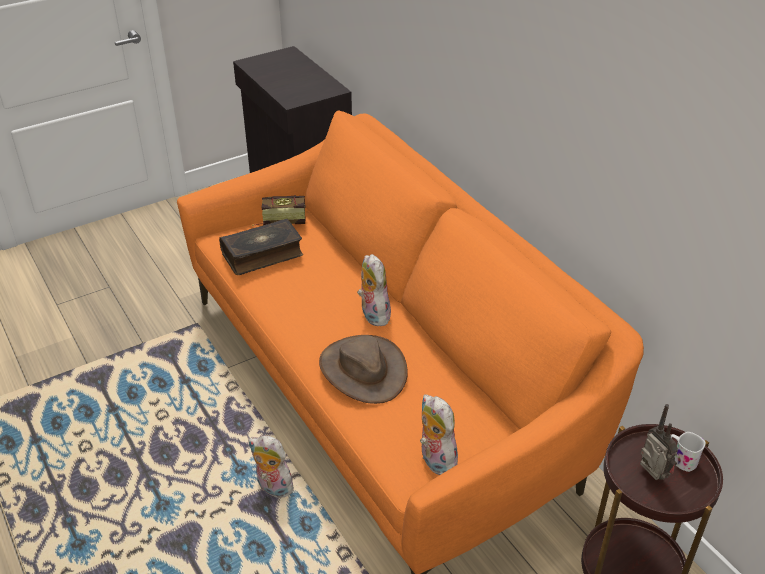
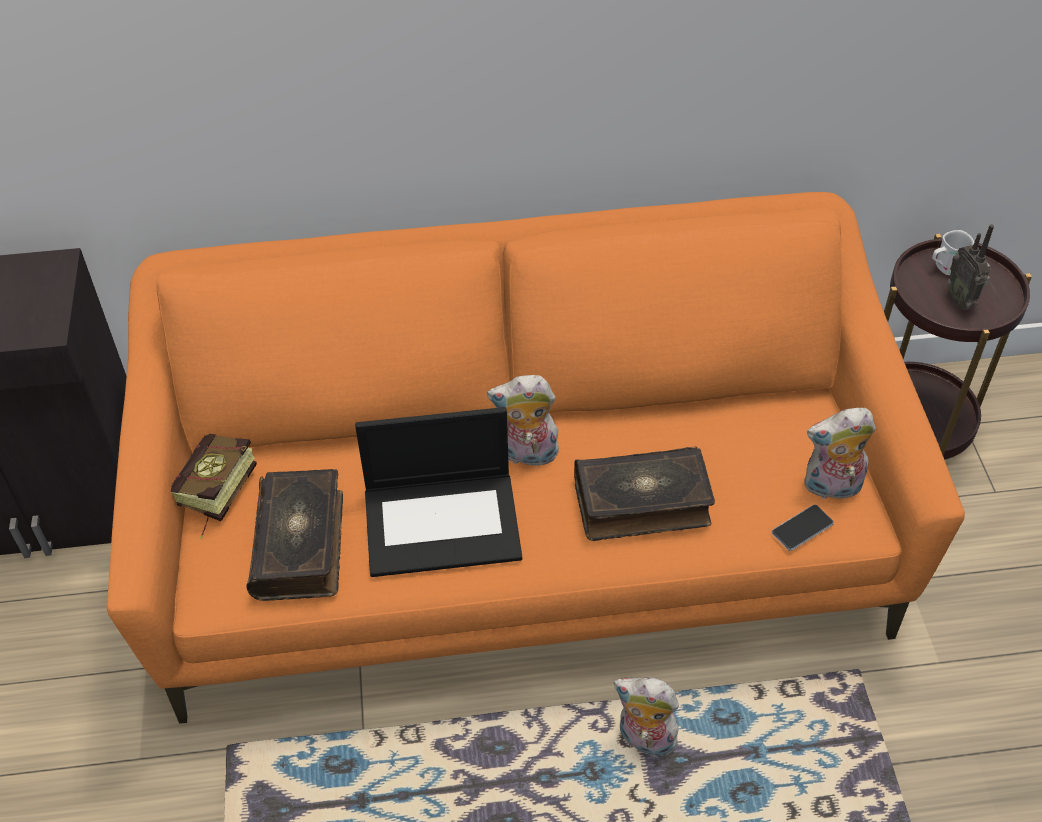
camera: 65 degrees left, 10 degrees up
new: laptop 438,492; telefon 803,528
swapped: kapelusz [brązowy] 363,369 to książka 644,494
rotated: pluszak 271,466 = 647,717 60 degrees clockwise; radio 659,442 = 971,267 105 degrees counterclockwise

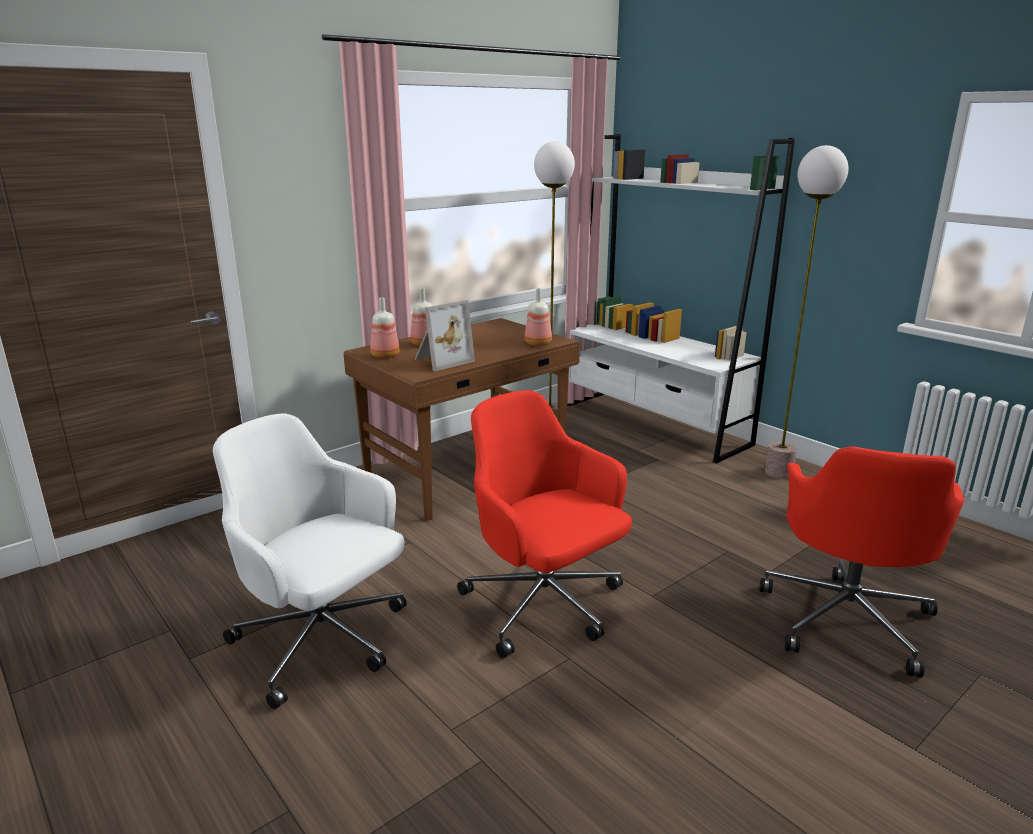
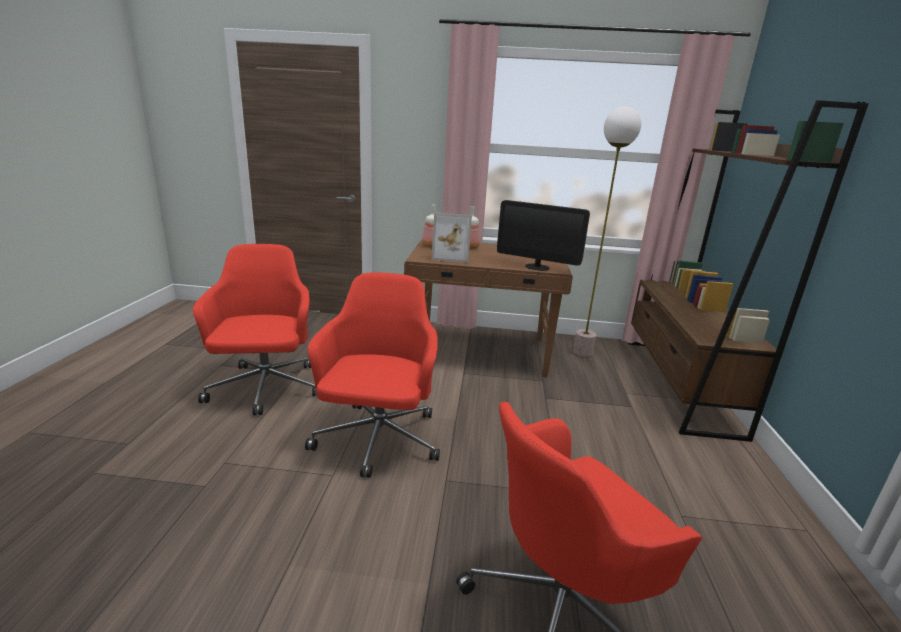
camera: 45 degrees right, 0 degrees up
gone: lampa stojąca 806,312
swapped: butelka 538,317 to monitor 543,235
repainted: krzesło biurowe [biały] 310,561 to krzesło biurowe [czerwony] 255,329; regał [biały] 681,299 to regał [brązowy] 748,271

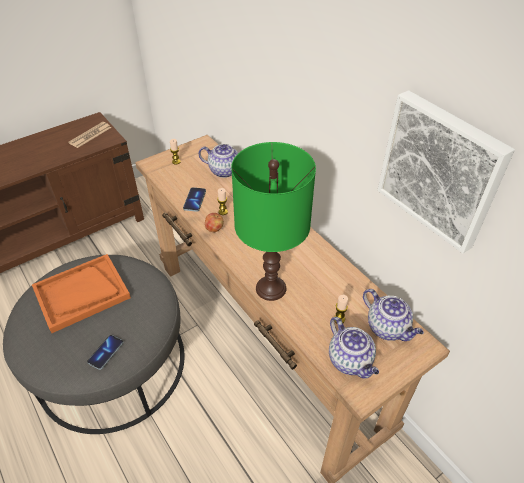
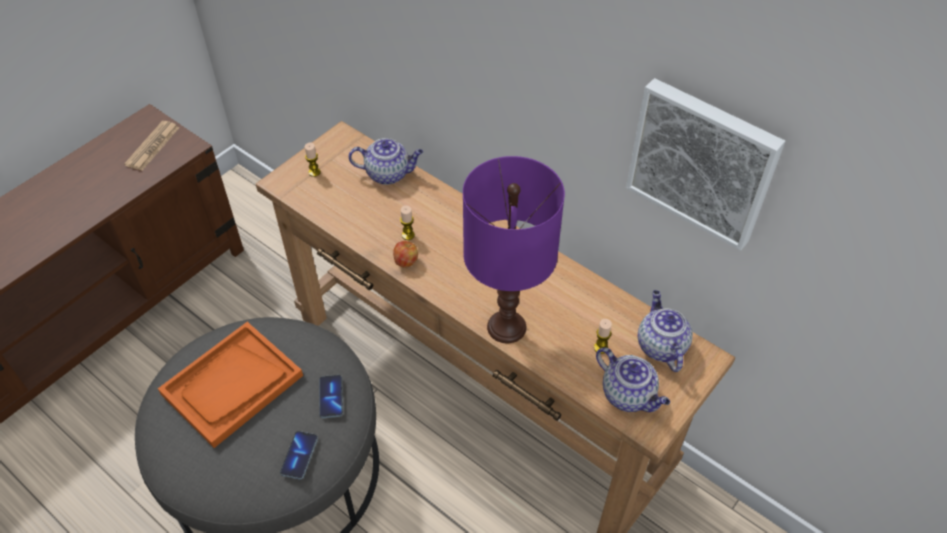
camera: 15 degrees left, 5 degrees up
shifted: telefon 194,199 to 331,396
repainted: lampa stołowa [zielony] 273,221 to lampa stołowa [fioletowy] 514,249
rotated: imbryk 393,315 = 665,331 135 degrees counterclockwise

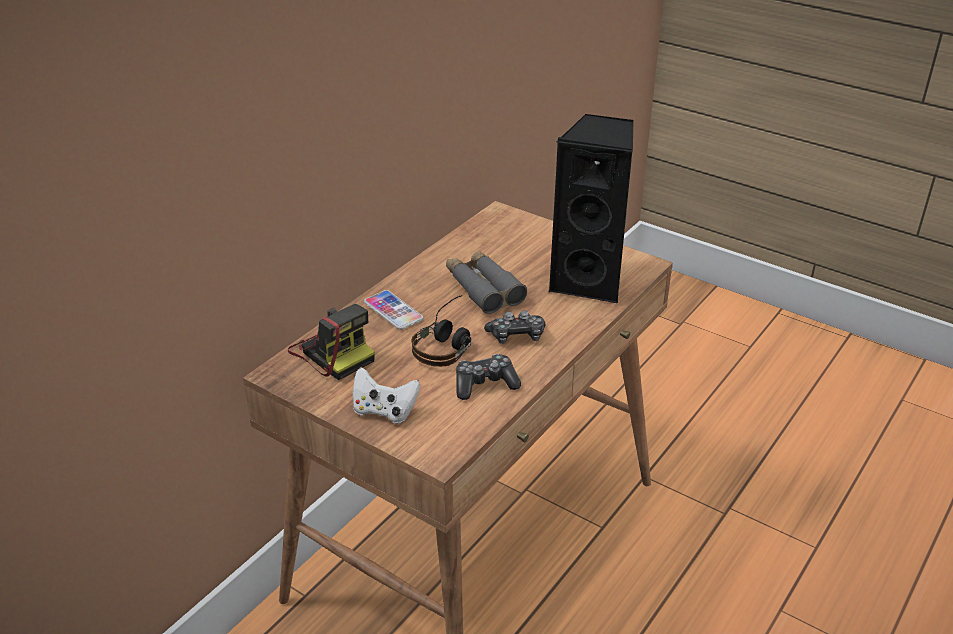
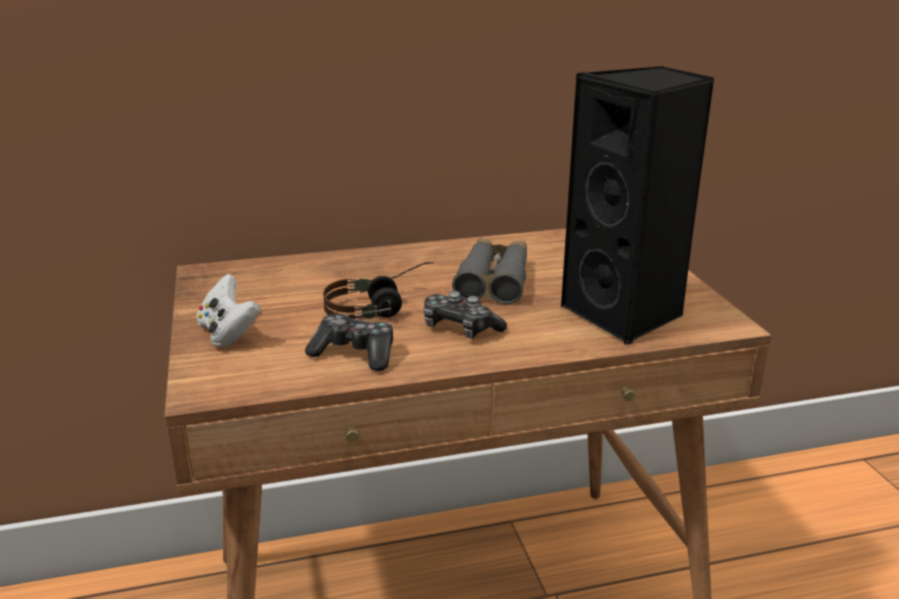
camera: 40 degrees right, 10 degrees down
gone: aparat fotograficzny 331,342; telefon 393,310

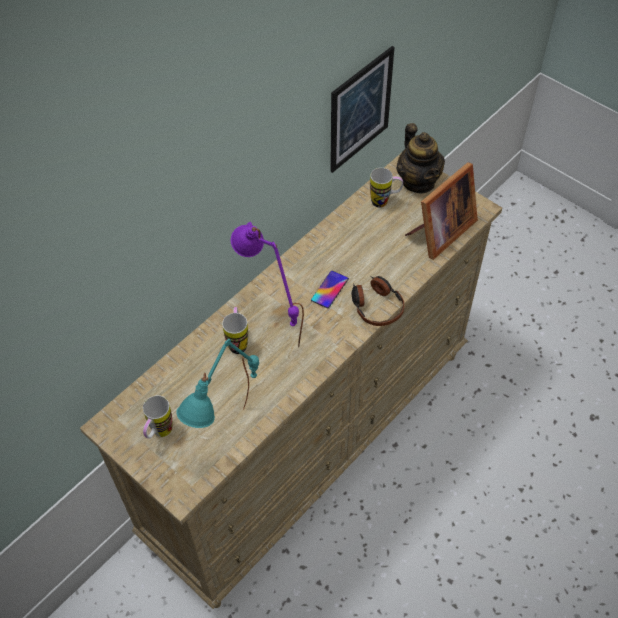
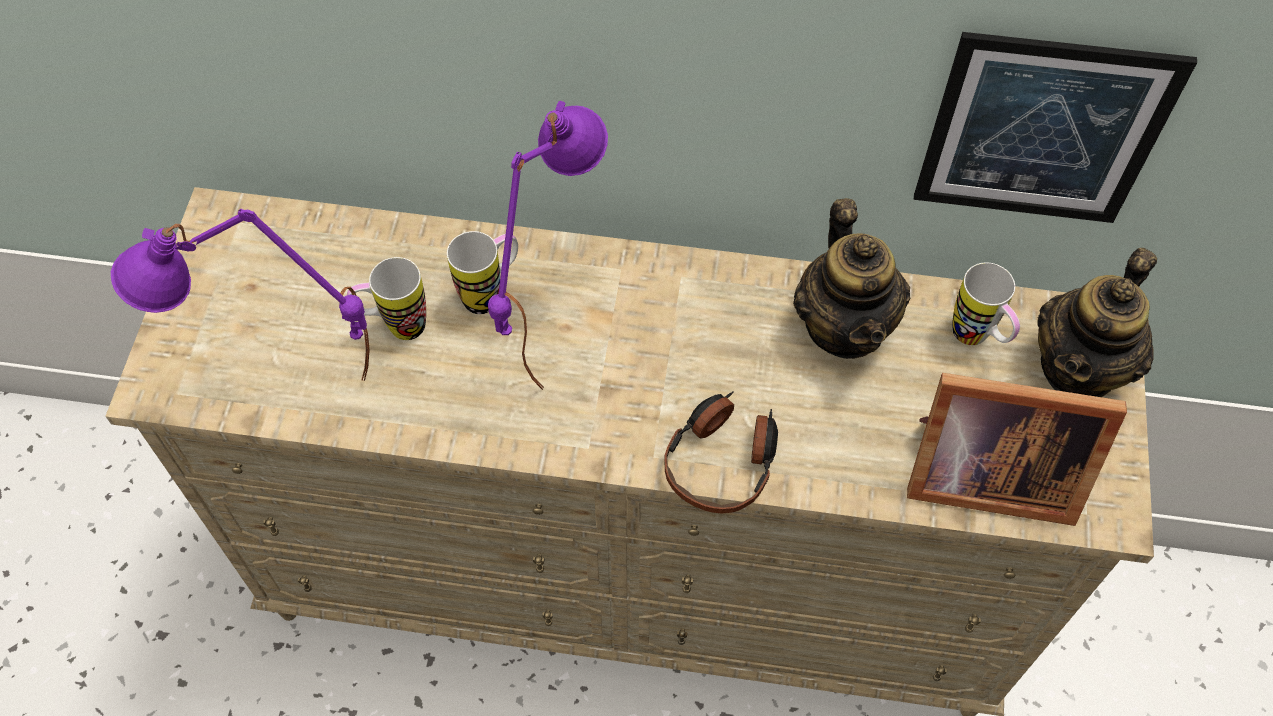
camera: 55 degrees right, 5 degrees up
gone: telefon 330,289
new: imbryk 851,278
shifted: kubek 157,417 to 386,298
repainted: lampa stołowa [turkusowy] 217,383 to lampa stołowa [fioletowy] 240,295

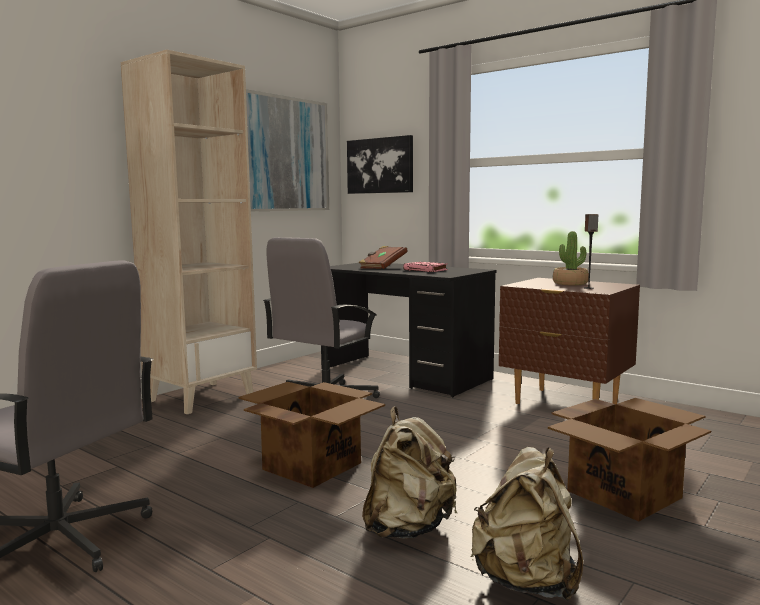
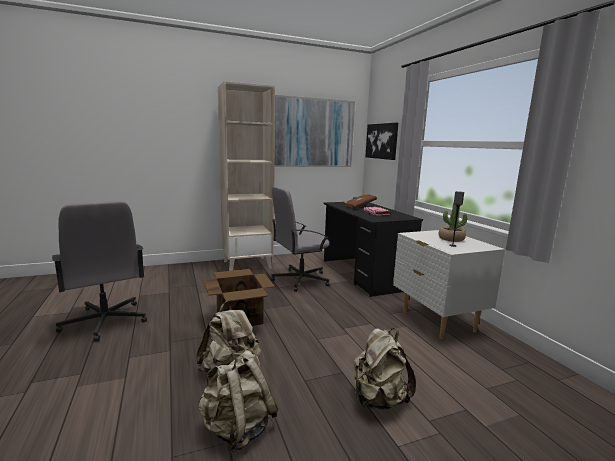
camera: 30 degrees right, 5 degrees up
swapped: karton 629,459 to plecak [beżowy] 385,369
repainted: szafka nocna [brązowy] 569,341 to szafka nocna [biały] 449,284

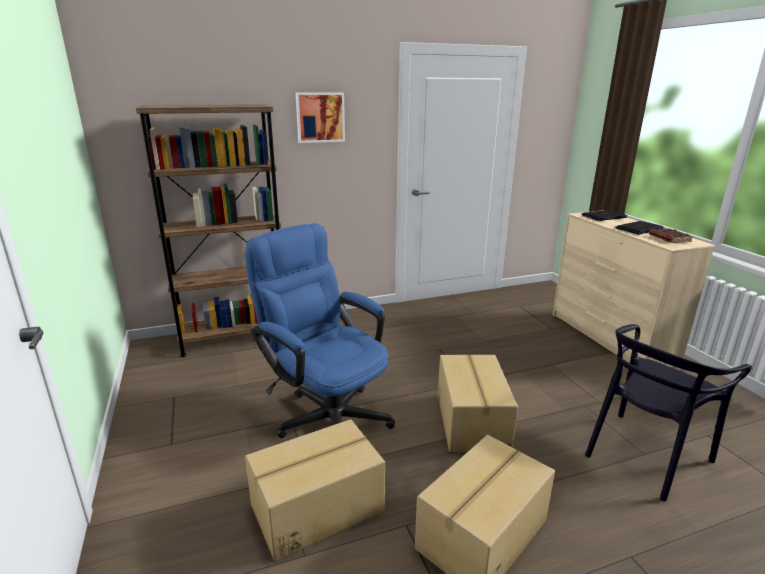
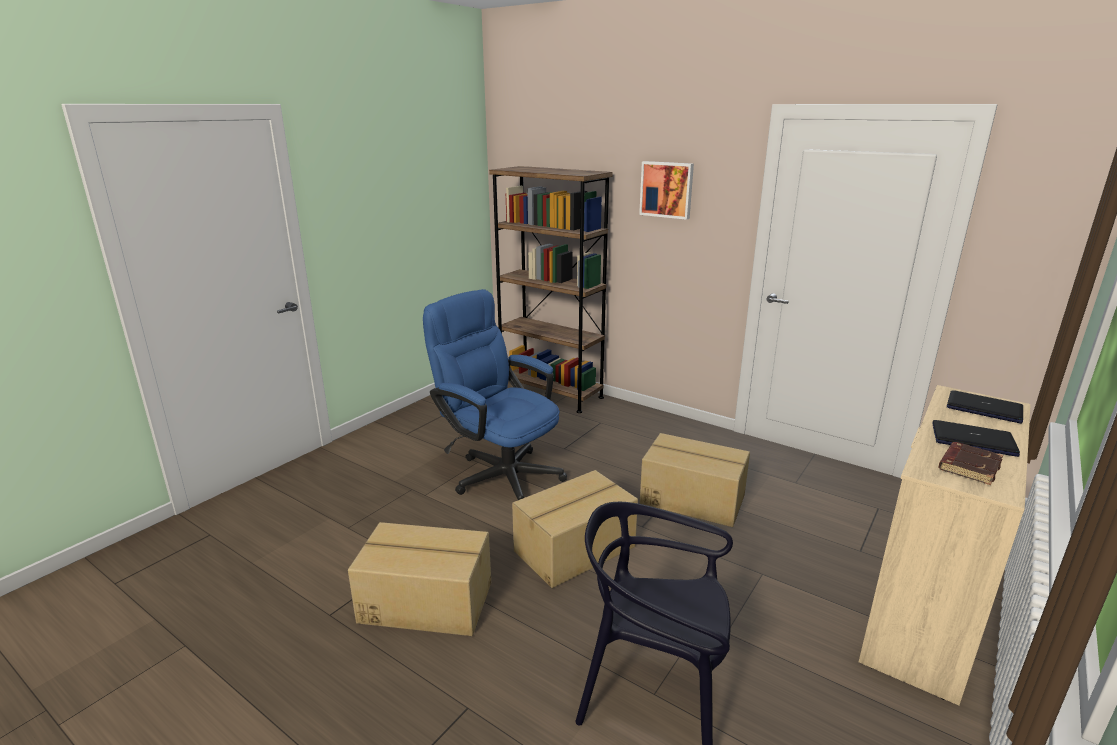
camera: 55 degrees right, 0 degrees up
shifted: karton 315,490 to 695,480
rotated: krzesło biurowe [niebieski] 320,330 = 495,395 60 degrees counterclockwise

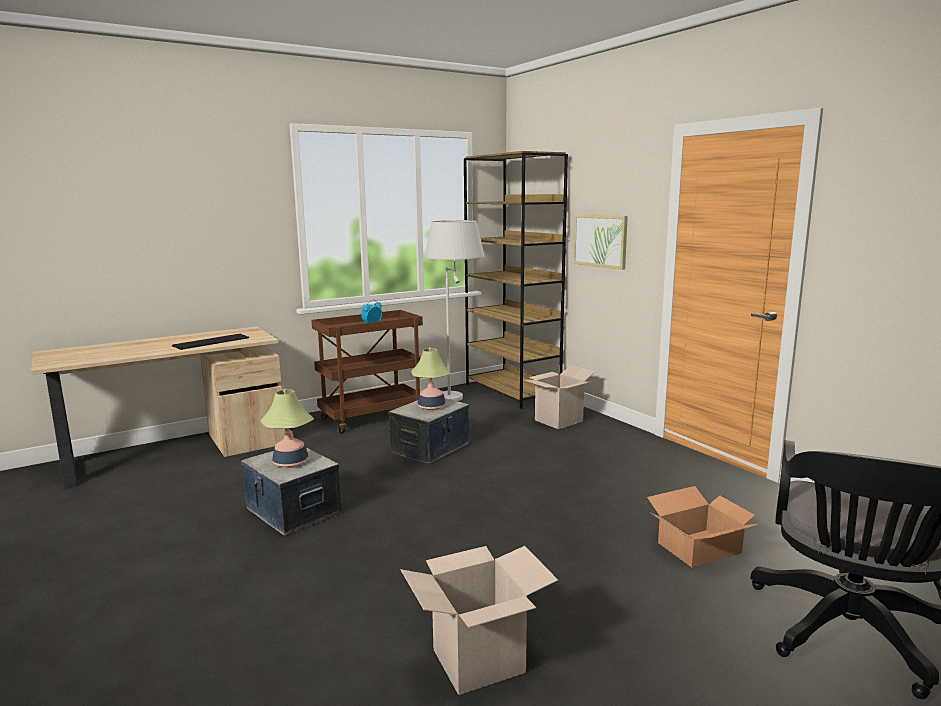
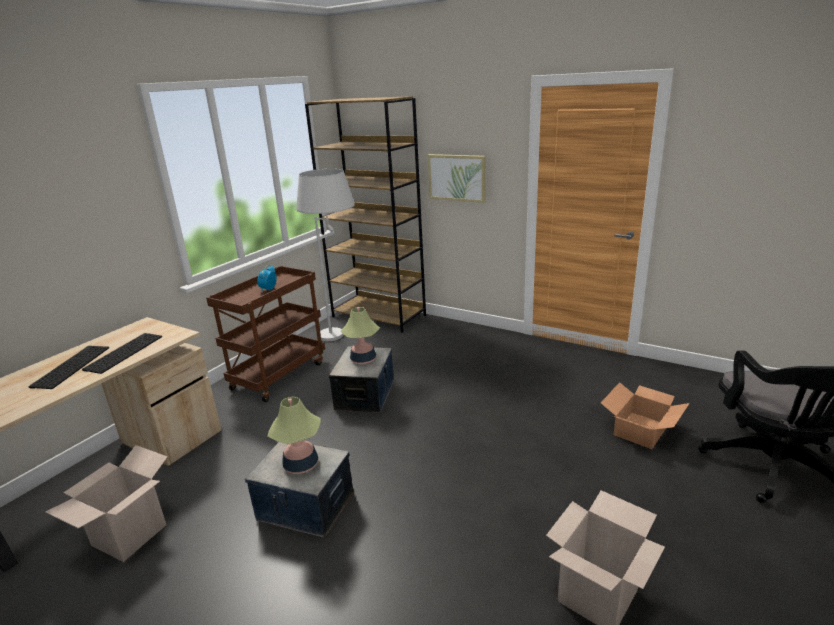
camera: 25 degrees left, 10 degrees up
new: klawiatura 68,367
shifted: karton 559,397 to 106,503

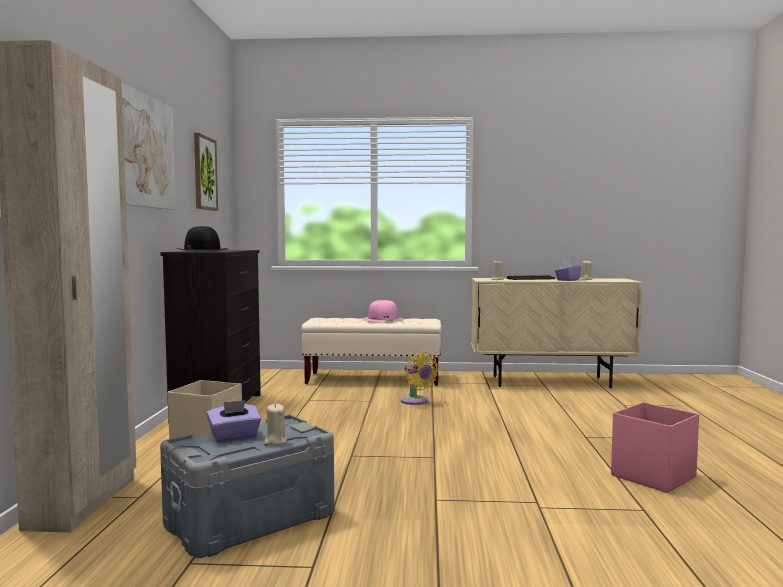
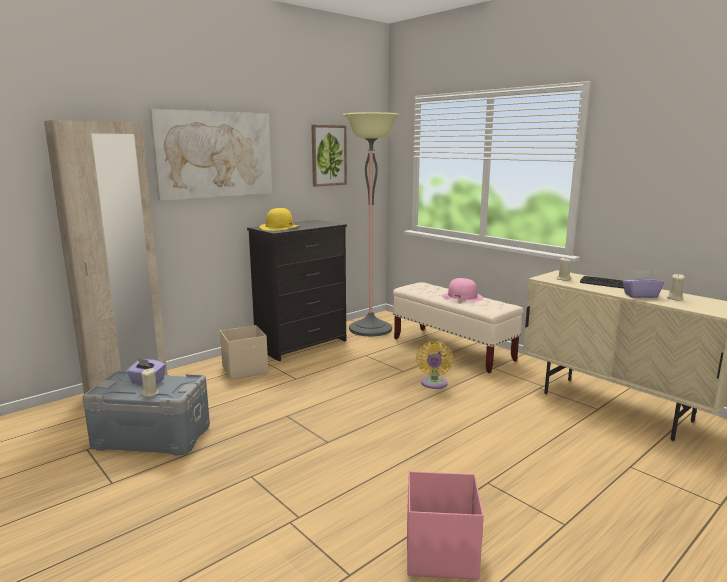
camera: 45 degrees right, 10 degrees up
new: lampa stojąca 371,224
repainted: kapelusz [czarny] 202,239 to kapelusz [żółty] 279,219

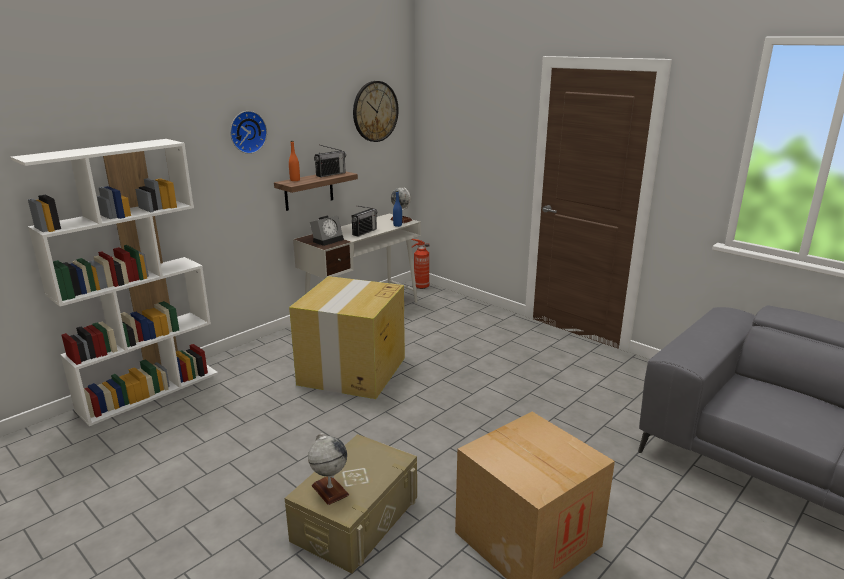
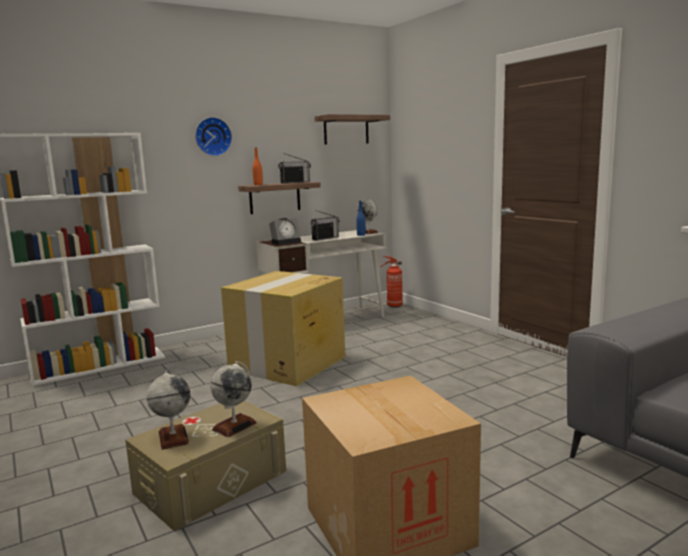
camera: 15 degrees right, 10 degrees down
new: globus 233,399
swapped: zegar ścienny 376,111 to półka 352,129

